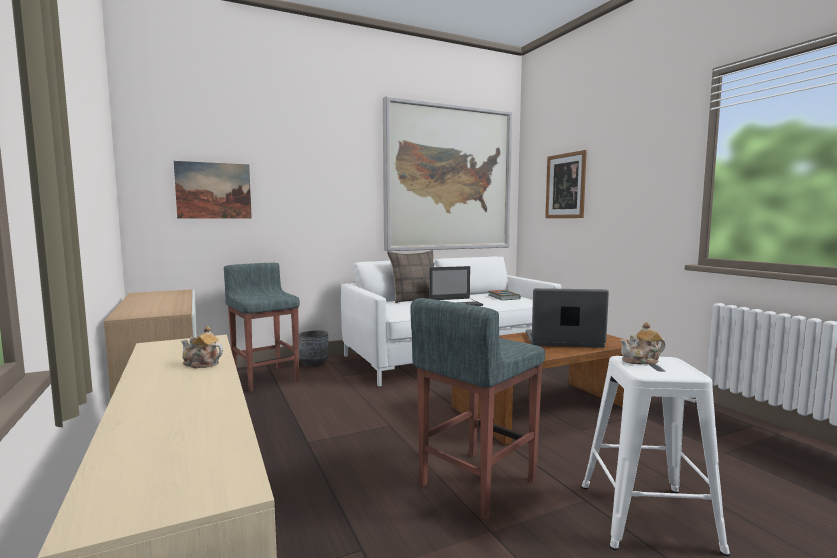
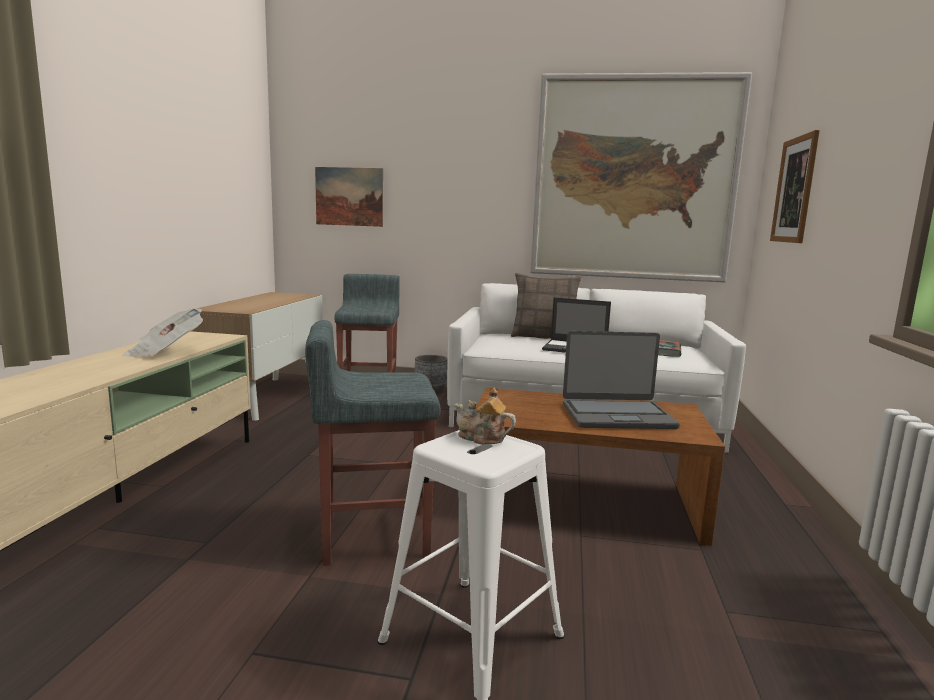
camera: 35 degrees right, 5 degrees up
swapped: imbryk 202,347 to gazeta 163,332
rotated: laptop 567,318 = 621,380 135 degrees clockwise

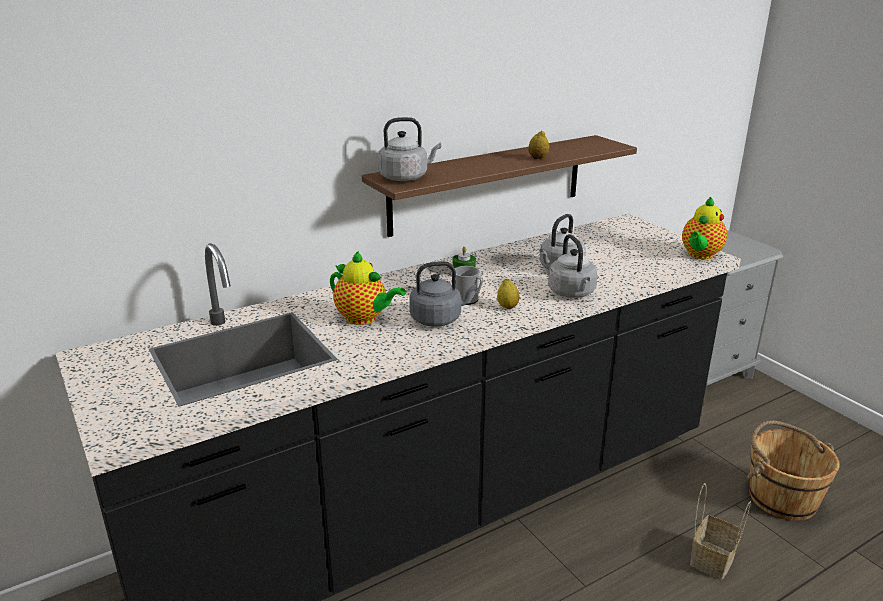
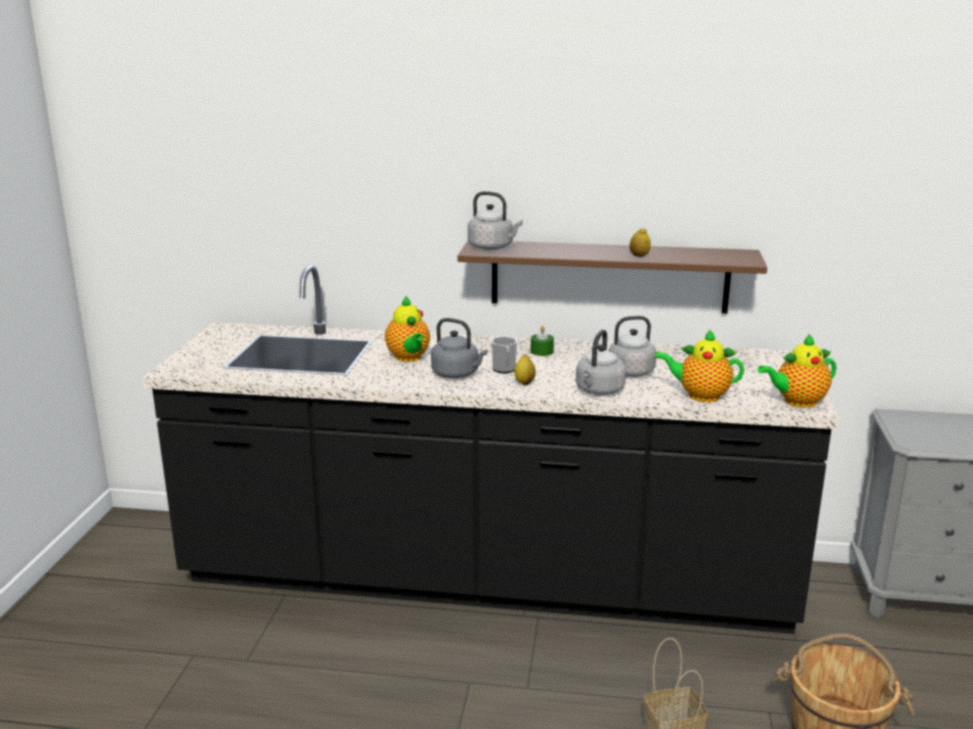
camera: 40 degrees right, 5 degrees down
new: imbryk 699,365

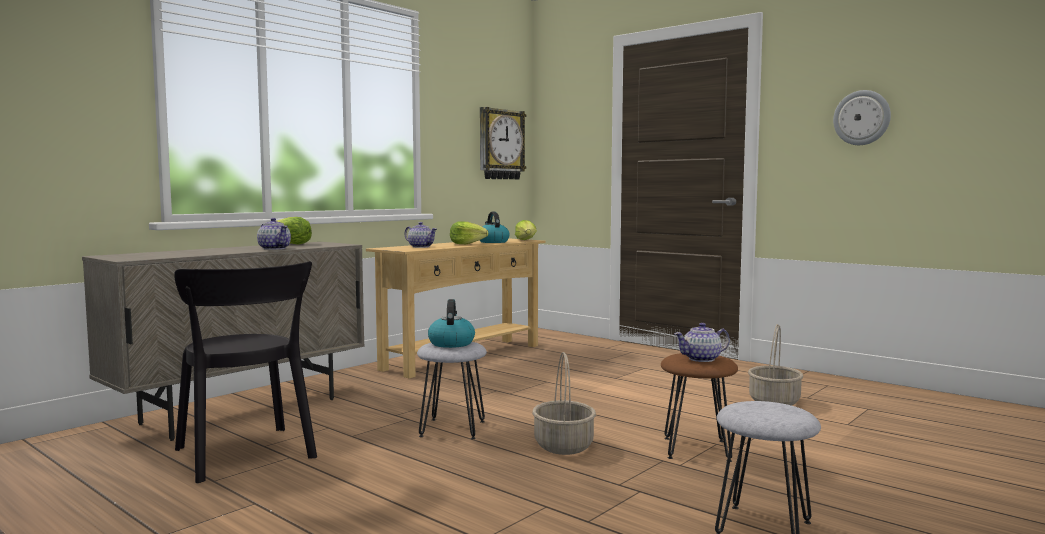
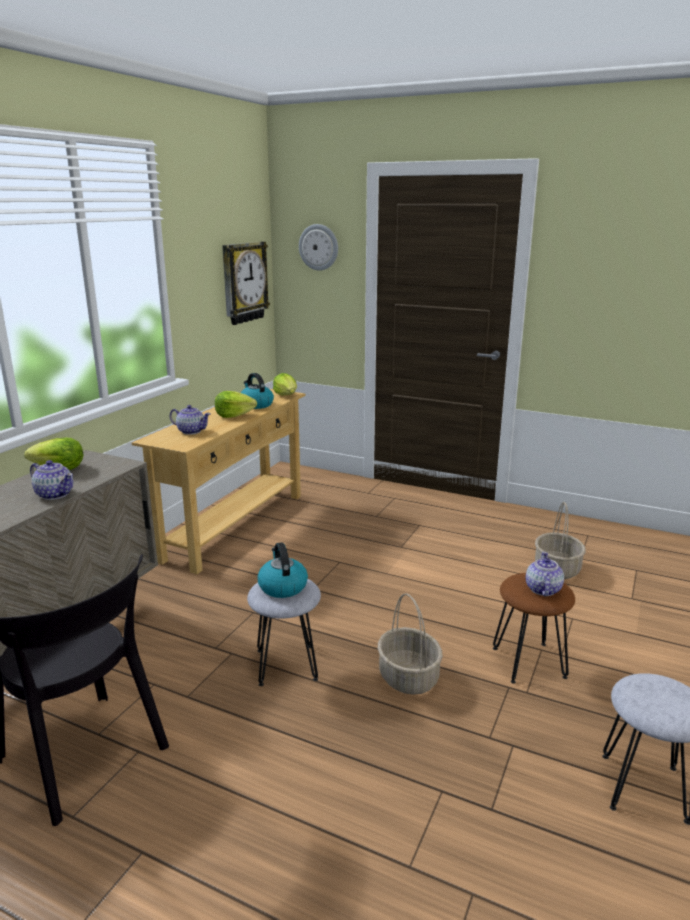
camera: 15 degrees left, 15 degrees up
shifted: zegar ścienny 862,117 to 318,247
rotated: imbryk 702,342 = 545,574 135 degrees clockwise

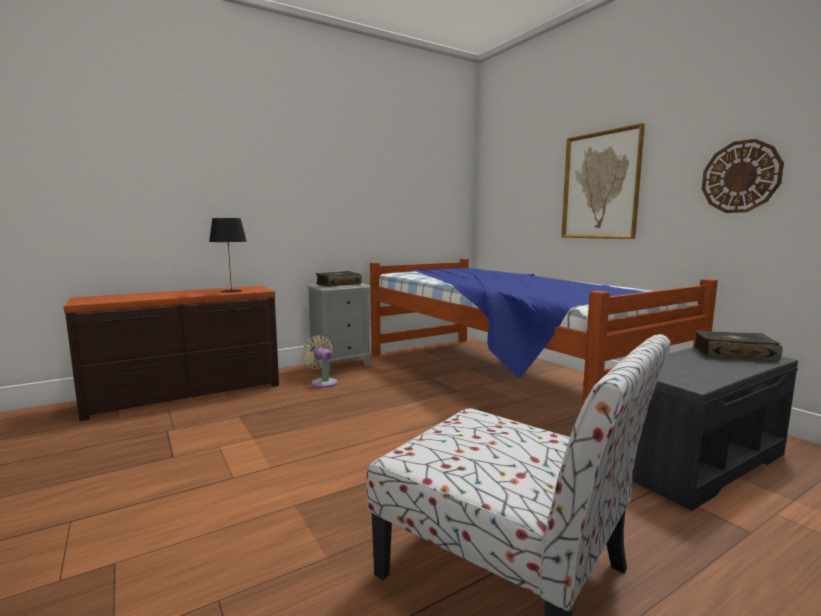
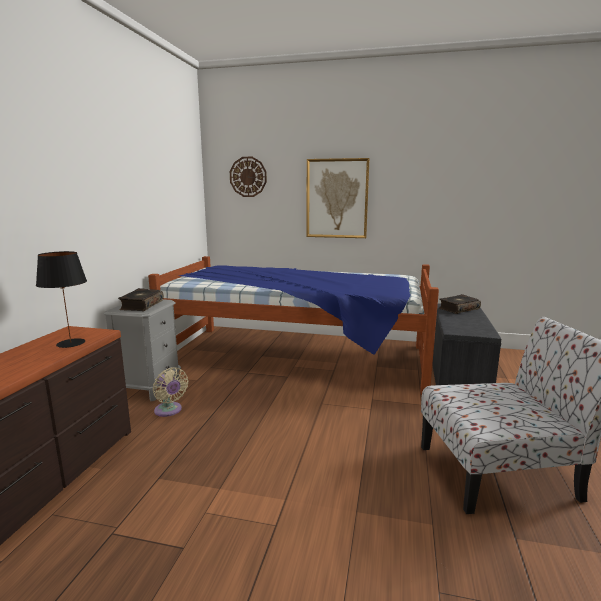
camera: 45 degrees left, 5 degrees up
shifted: zegar ścienny 743,176 to 248,177
rotated: wentylator [beżowy] 319,362 = 170,392 135 degrees counterclockwise

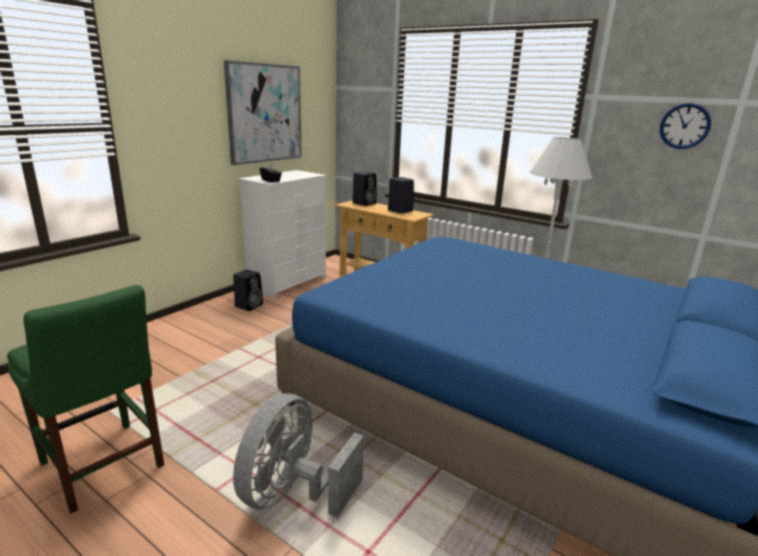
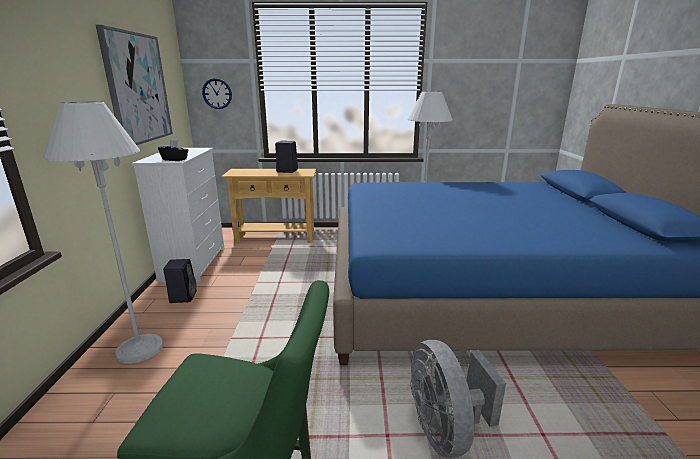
camera: 35 degrees left, 0 degrees up
gone: głośnik [czarny] 365,188
new: lampa stojąca [biały] 103,232
shifted: zegar ścienny 685,126 to 217,93

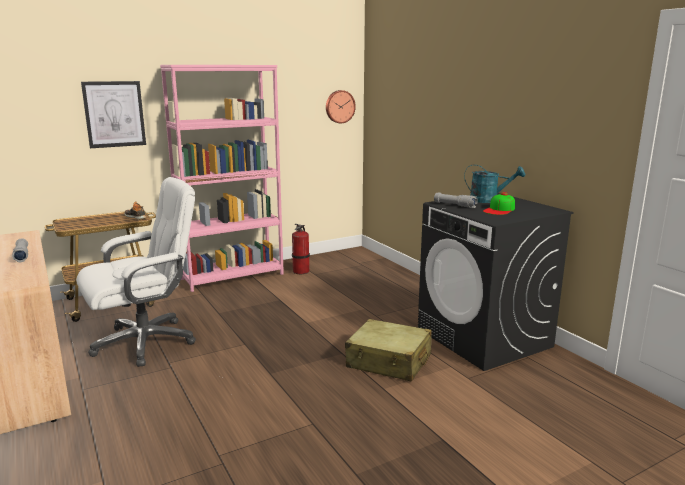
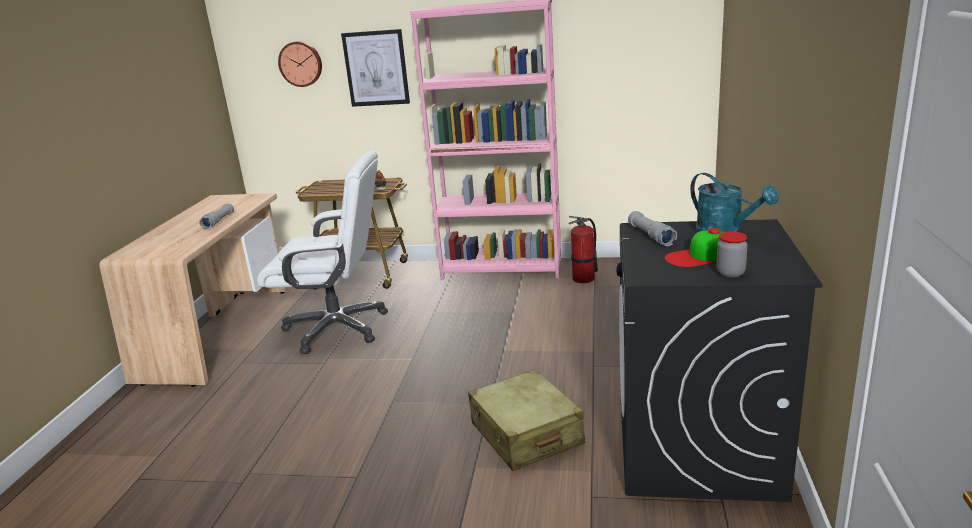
camera: 40 degrees right, 5 degrees up
new: słoik 732,254
shifted: zegar ścienny 341,106 to 300,64

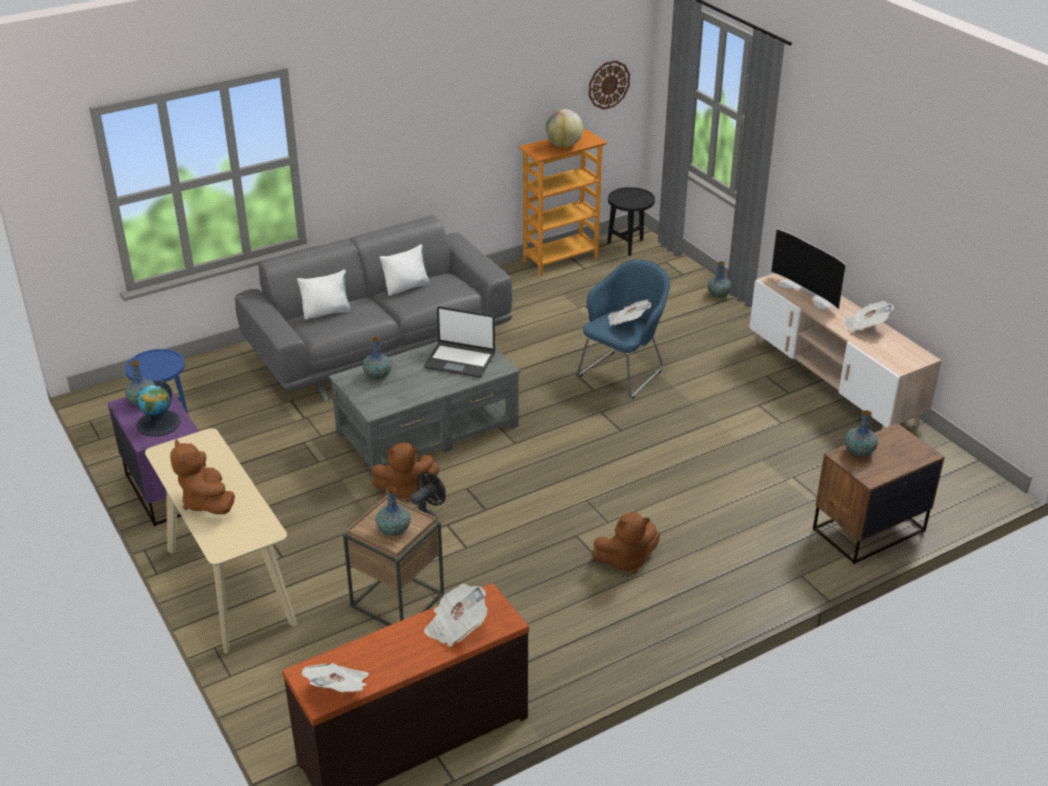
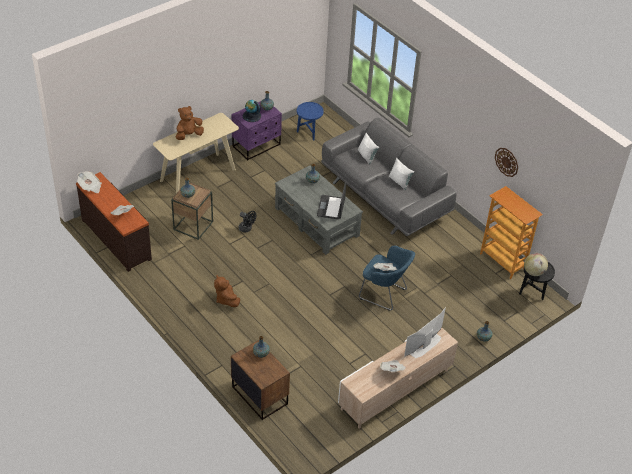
camera: 80 degrees right, 10 degrees up
gone: pluszak [brązowy] 405,472
shifted: globus 564,128 to 536,264; zegar ścienny 609,85 to 506,162

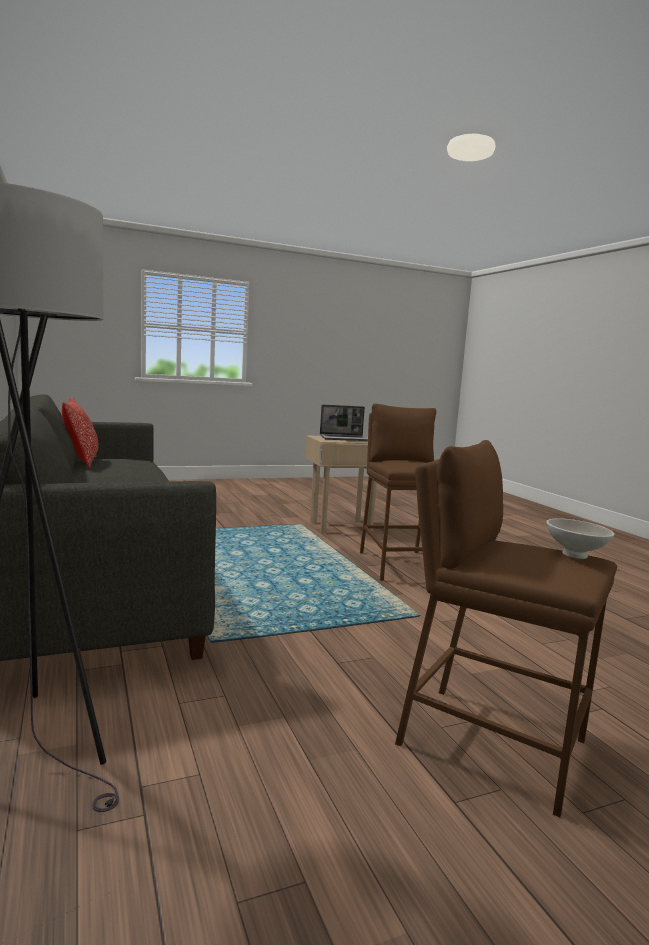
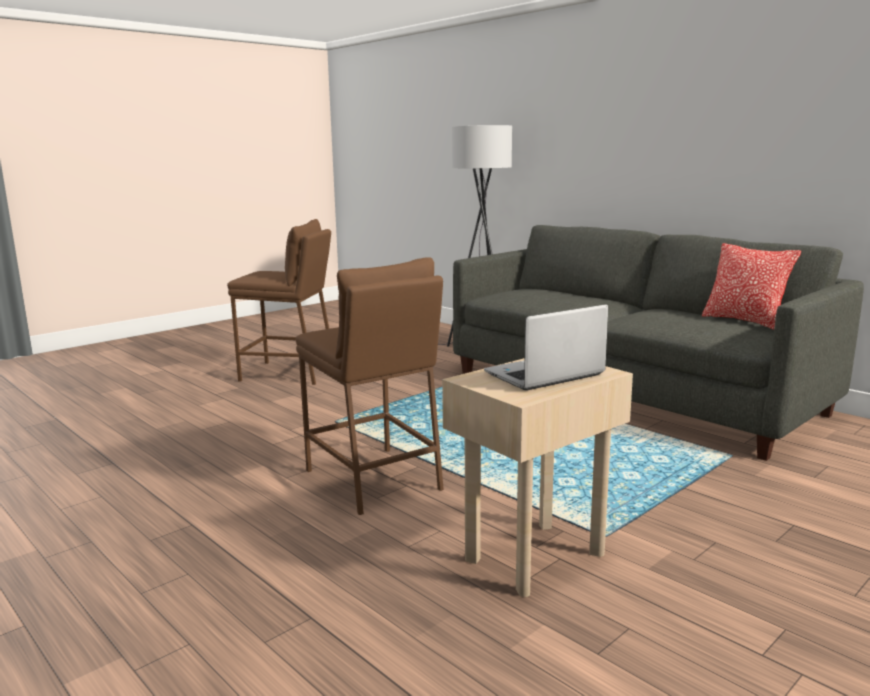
camera: 160 degrees right, 5 degrees up
gone: miska [biały] 580,538

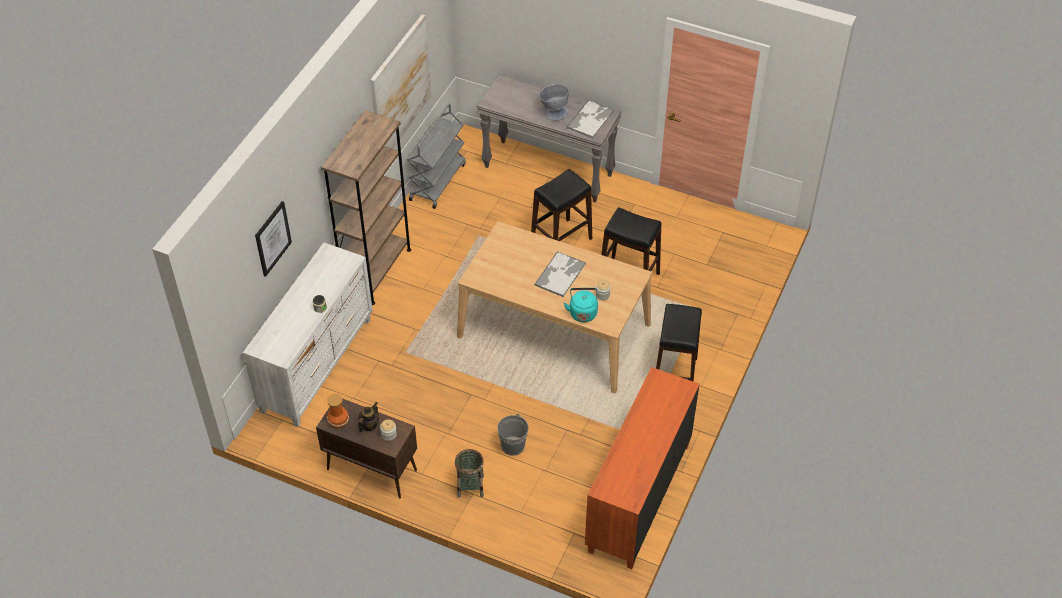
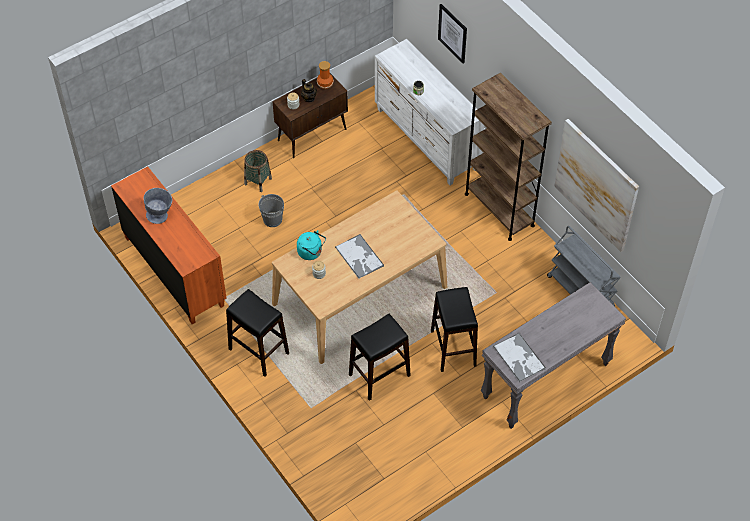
camera: 120 degrees right, 5 degrees up
shifted: miska [szary] 554,102 to 158,206

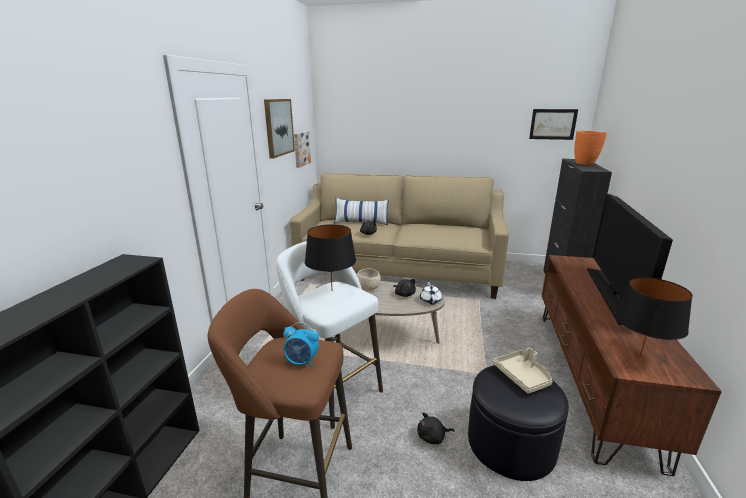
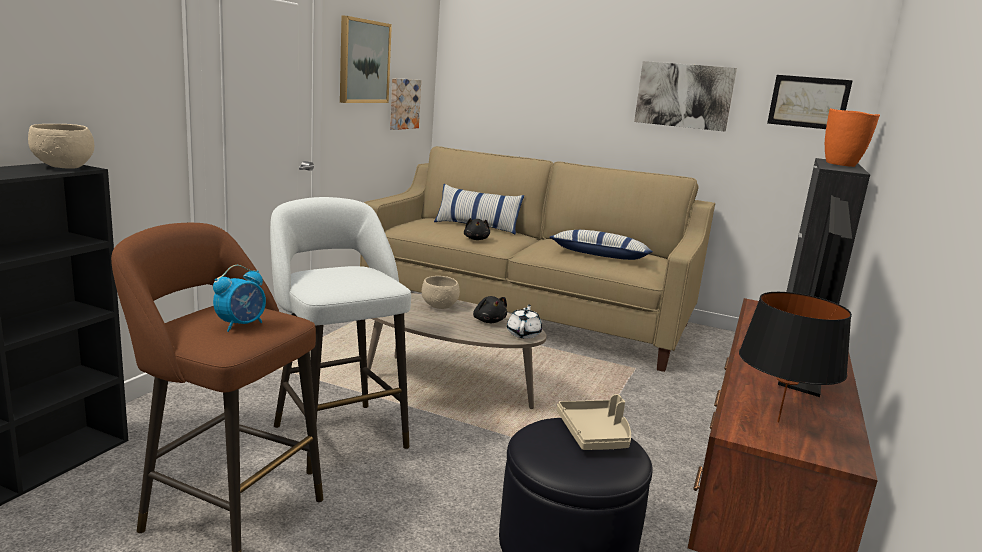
camera: 10 degrees right, 5 degrees down
gone: lampa stołowa [czarny] 330,256; pluszak [czarny] 436,428
new: miska [beżowy] 61,146; poduszka 601,245; obraz 685,96
rotated: budzik 301,344 = 239,298 75 degrees counterclockwise

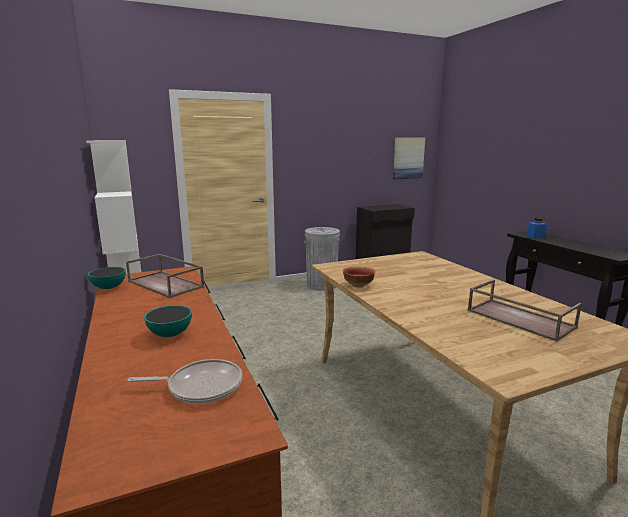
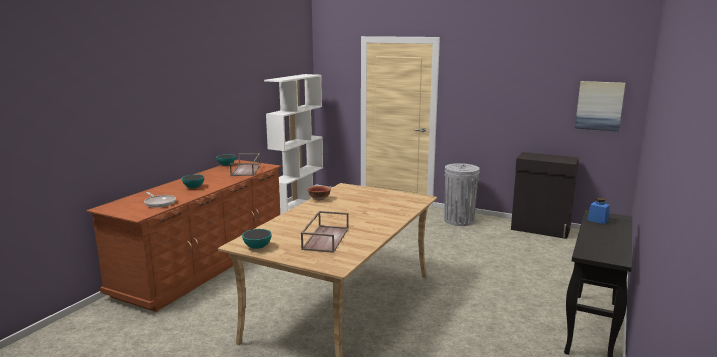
camera: 50 degrees right, 0 degrees up
new: miska 257,239

